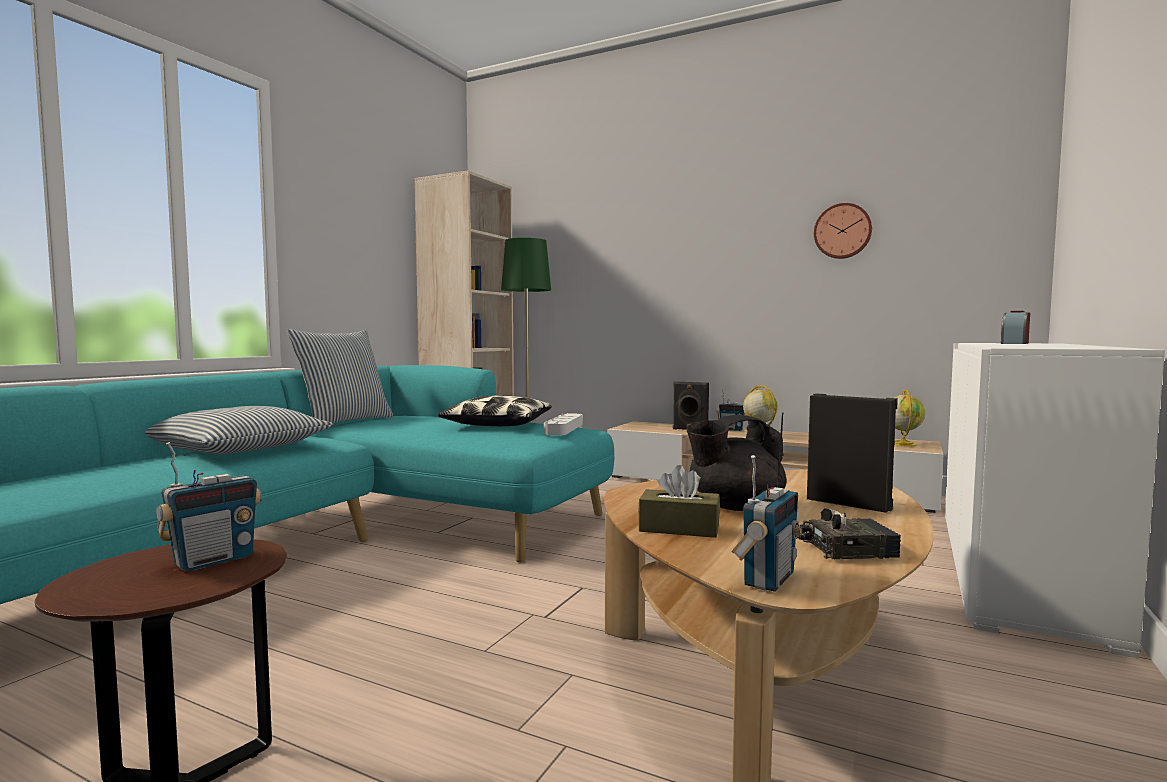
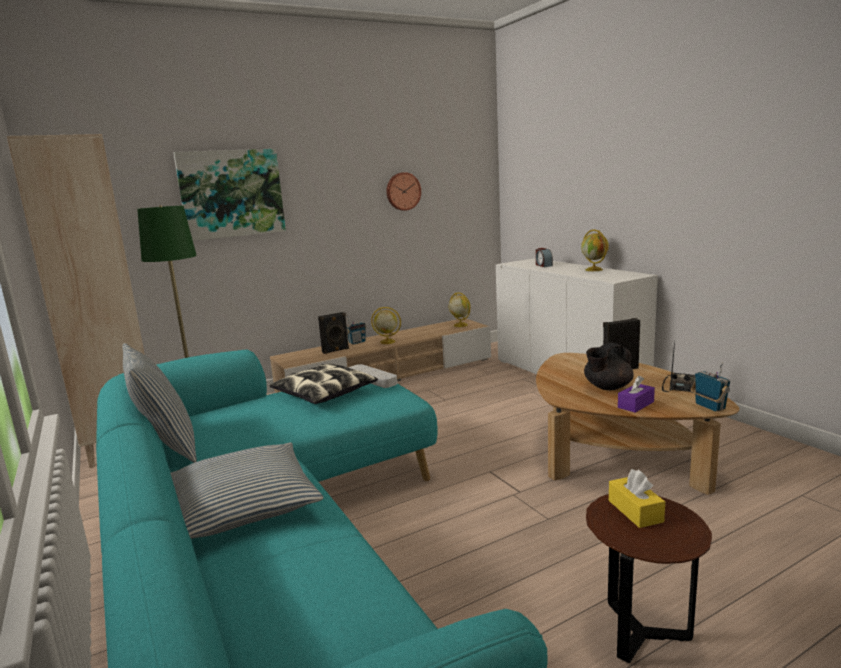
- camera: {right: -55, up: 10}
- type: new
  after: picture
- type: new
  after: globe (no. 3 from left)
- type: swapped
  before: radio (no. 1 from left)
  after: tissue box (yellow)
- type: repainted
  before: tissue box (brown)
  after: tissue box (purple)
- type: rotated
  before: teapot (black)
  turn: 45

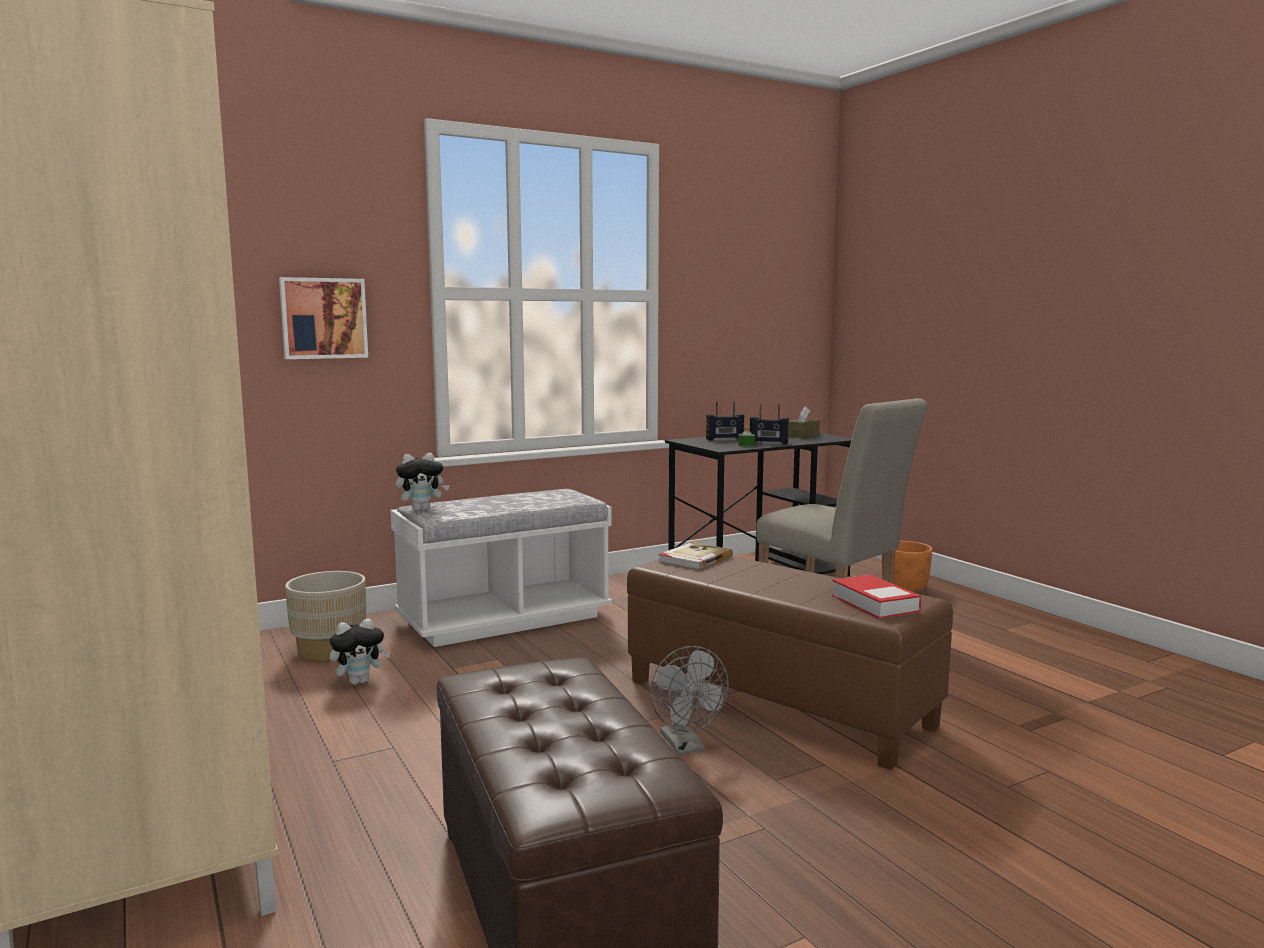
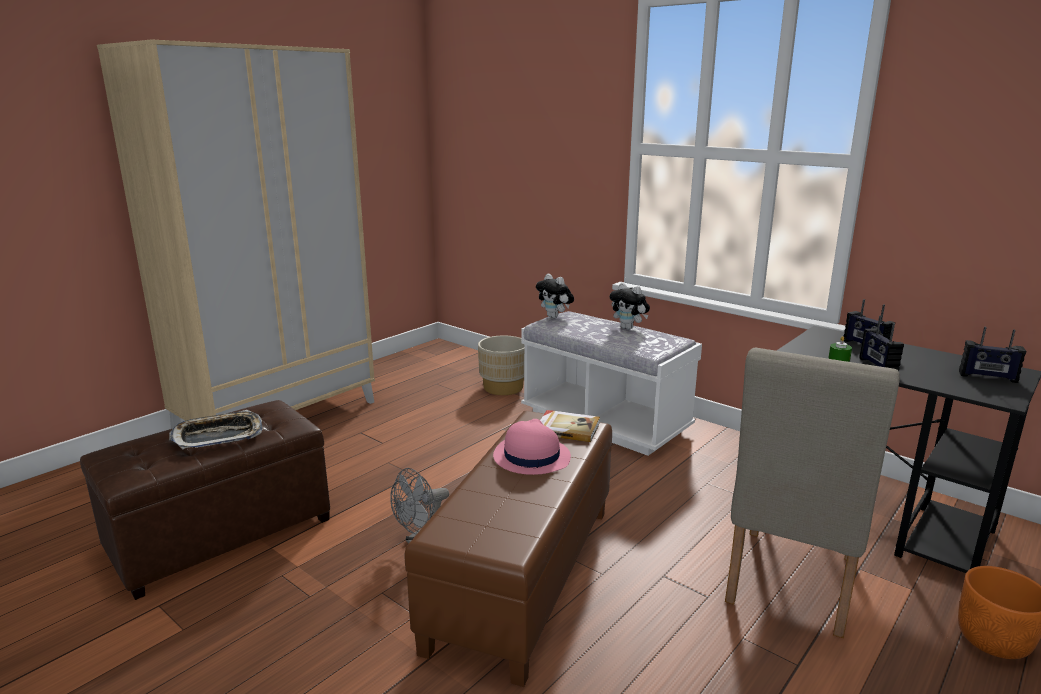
- camera: {right: 70, up: 10}
- type: gone
  before: picture
- type: gone
  before: book (no. 2 from left)
- type: new
  after: tray
- type: new
  after: hat (pink)
- type: shifted
  before: plush toy (no. 1 from left in the first image)
  after: plush toy (no. 2 from left)
- type: swapped
  before: tissue box (brown)
  after: radio (no. 3 from left)

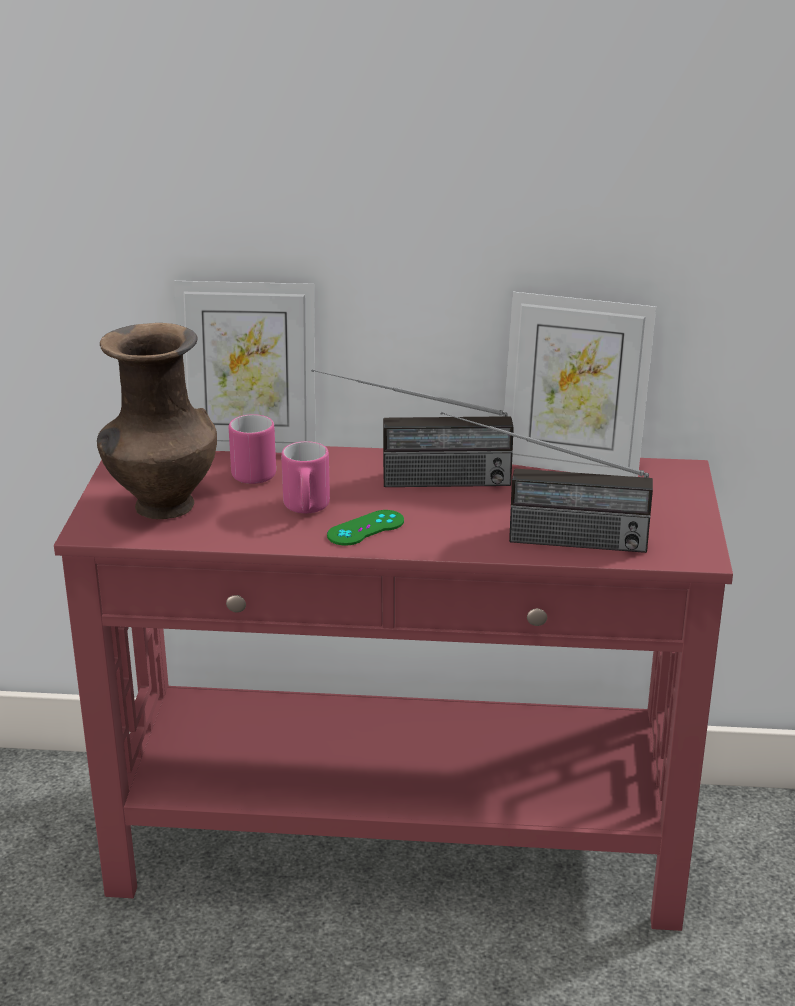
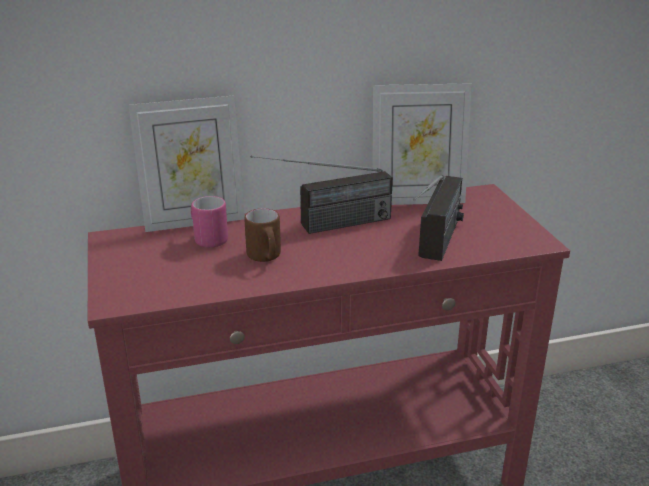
- camera: {right: -20, up: 0}
- type: gone
  before: vase (brown)
- type: gone
  before: game controller (green)
- type: repainted
  before: mug (pink) (no. 2 from left)
  after: mug (brown)
- type: rotated
  before: radio (no. 2 from left)
  turn: -60

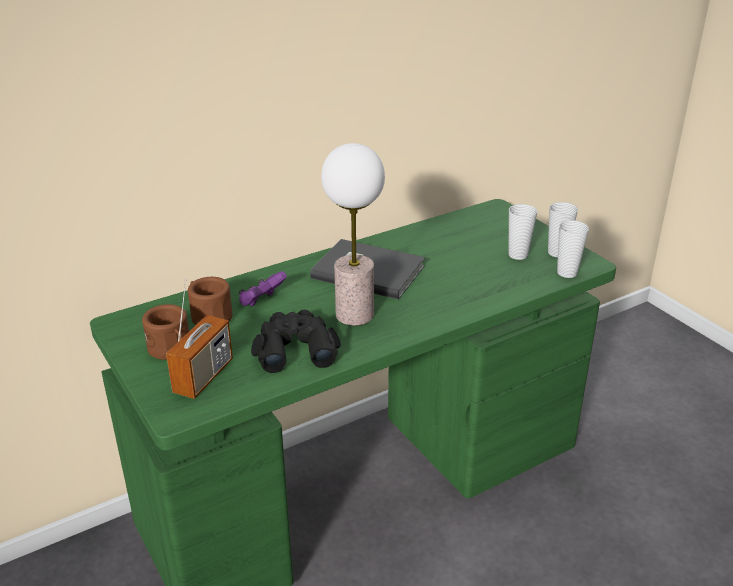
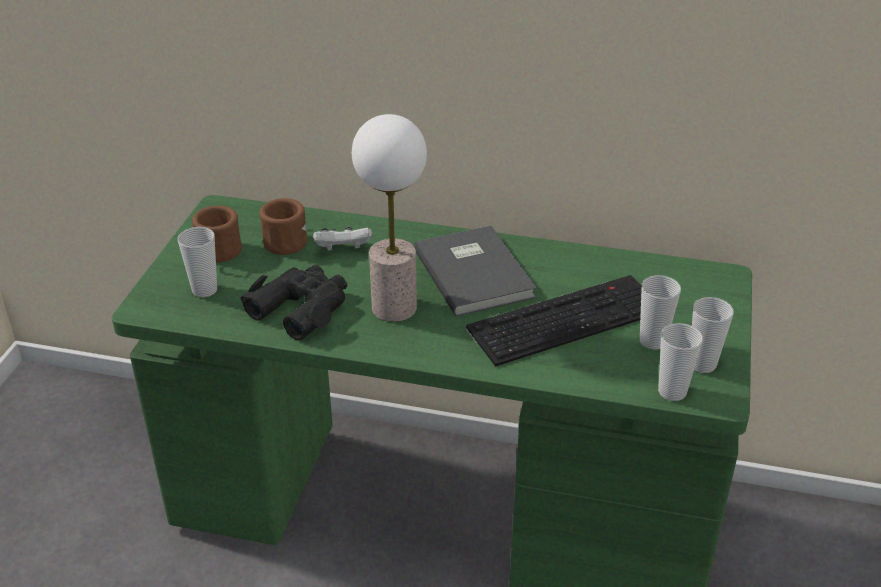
- camera: {right: 45, up: 5}
- type: new
  after: keyboard
- type: swapped
  before: radio
  after: cup (no. 1 from left)
- type: repainted
  before: game controller (purple)
  after: game controller (white)

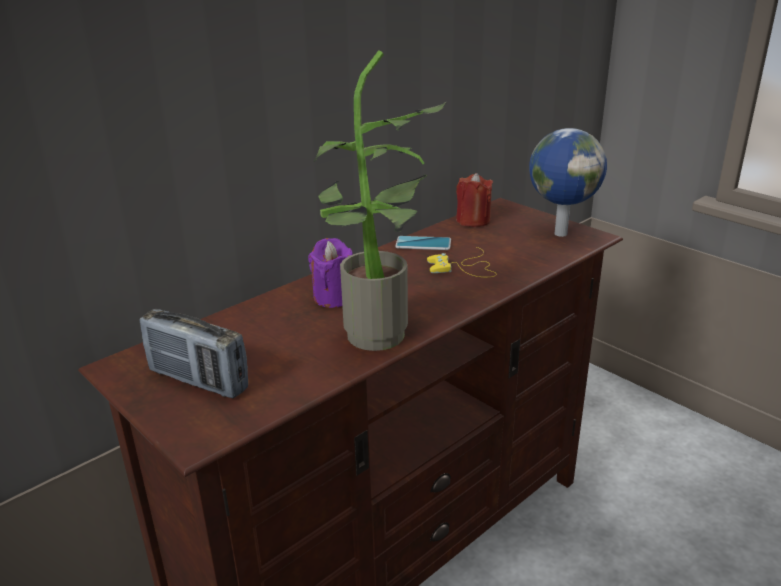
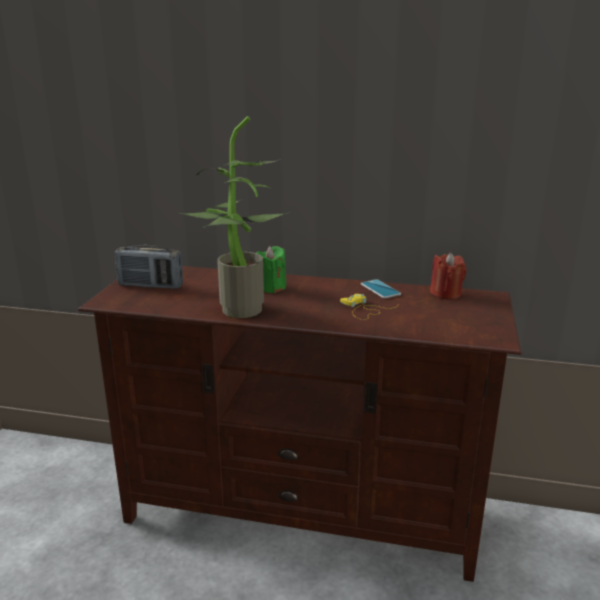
- camera: {right: 55, up: -5}
- type: gone
  before: globe
- type: repainted
  before: candle (purple)
  after: candle (green)
- type: rotated
  before: radio
  turn: -75

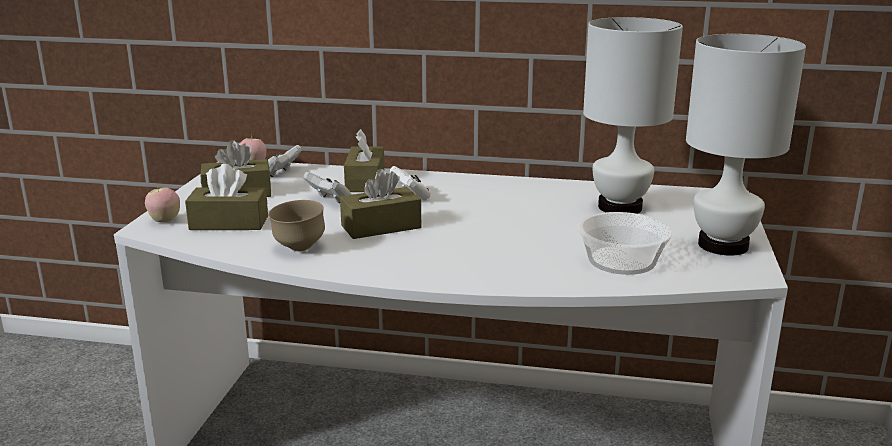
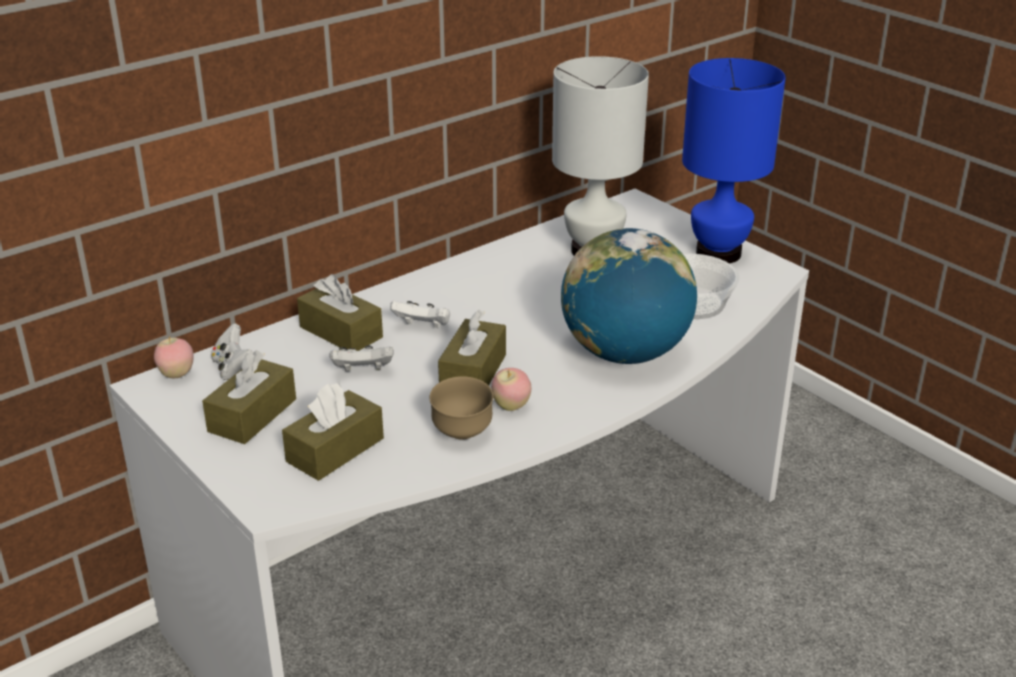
- camera: {right: -50, up: 10}
- type: new
  after: globe
- type: shifted
  before: apple (no. 1 from left in the first image)
  after: apple (no. 2 from left)
- type: repainted
  before: table lamp (white) (no. 2 from left)
  after: table lamp (blue)

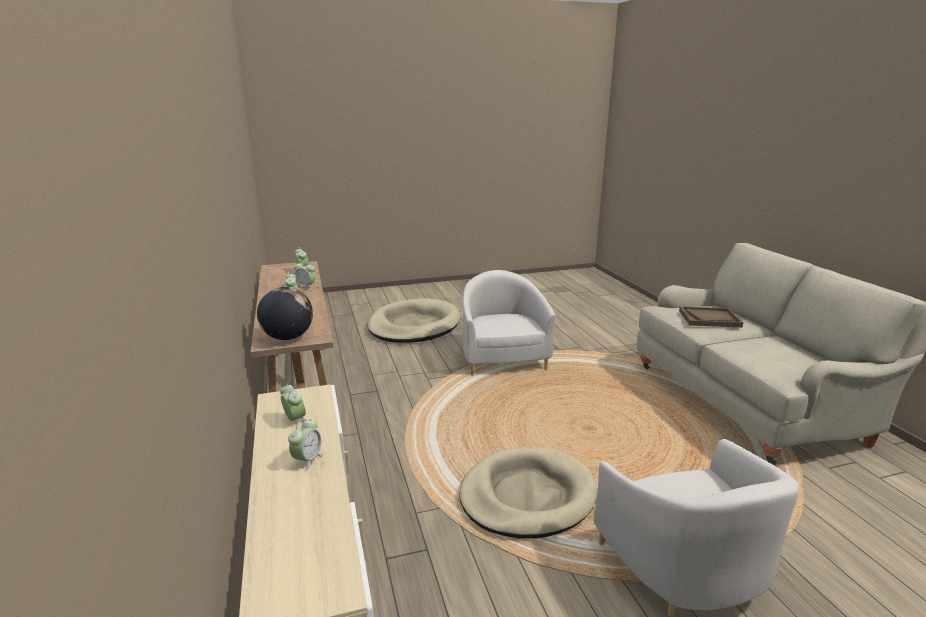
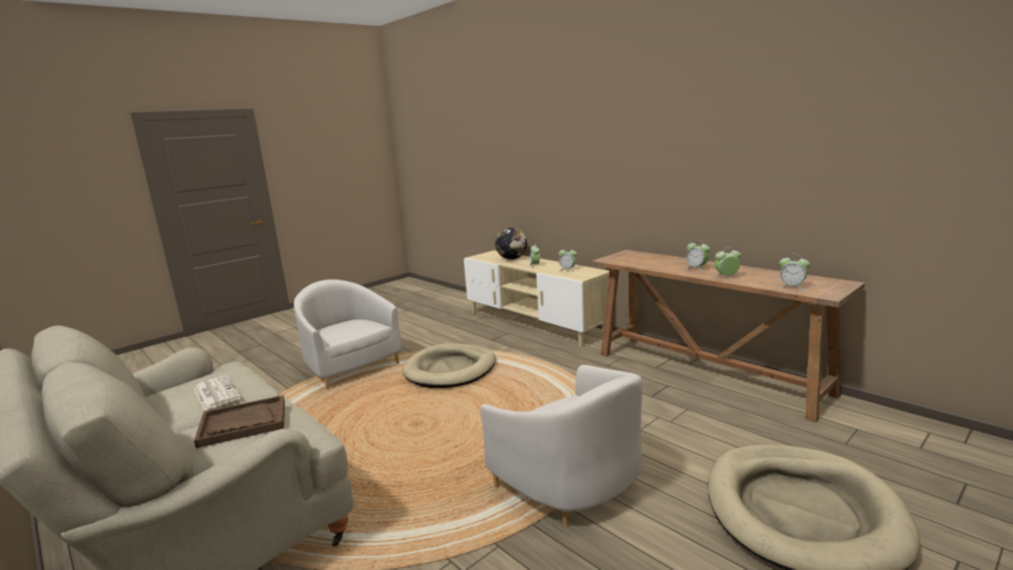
- camera: {right: 155, up: -5}
- type: new
  after: newspaper
- type: shifted
  before: globe

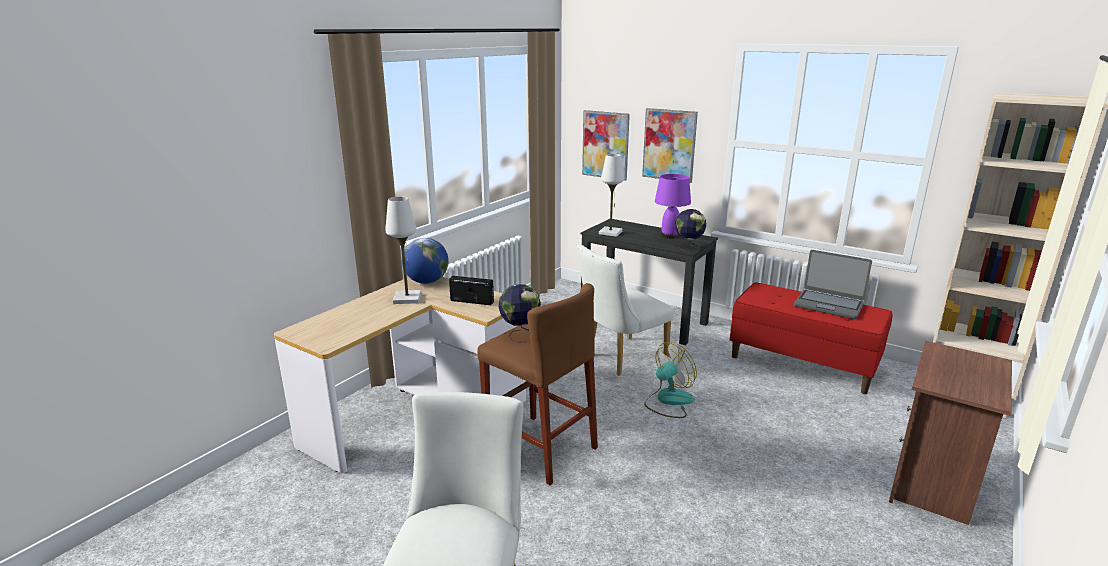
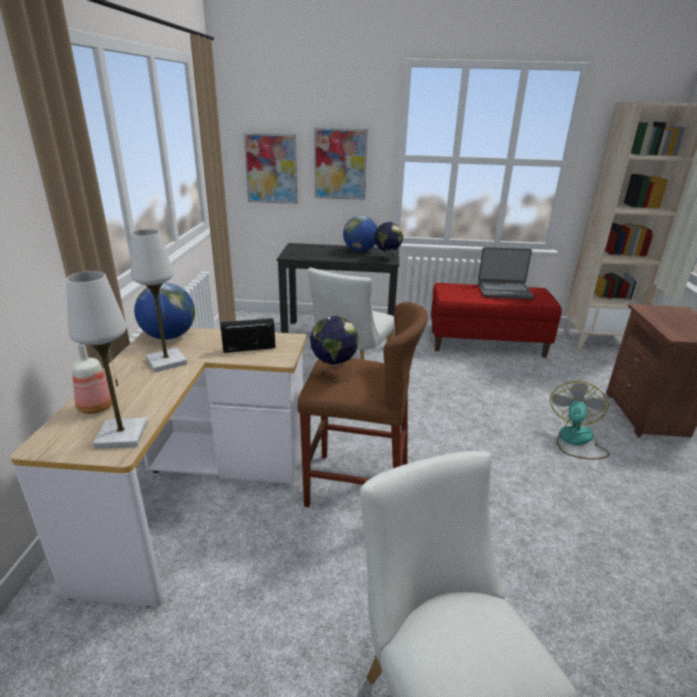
- camera: {right: -30, up: 5}
- type: new
  after: bottle
- type: shifted
  before: table lamp (white) (no. 2 from left in the first image)
  after: table lamp (white) (no. 1 from left)
- type: shifted
  before: fan
- type: swapped
  before: table lamp (purple)
  after: globe (no. 3 from left)

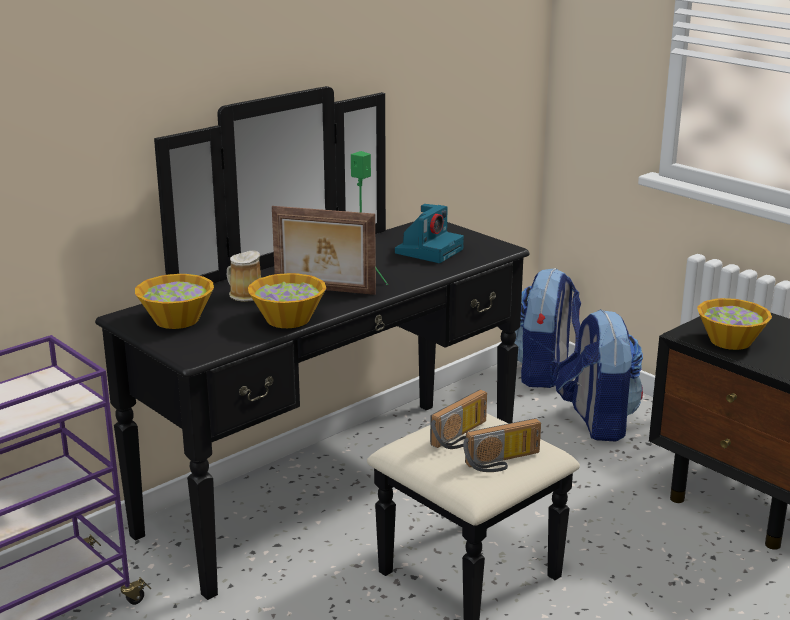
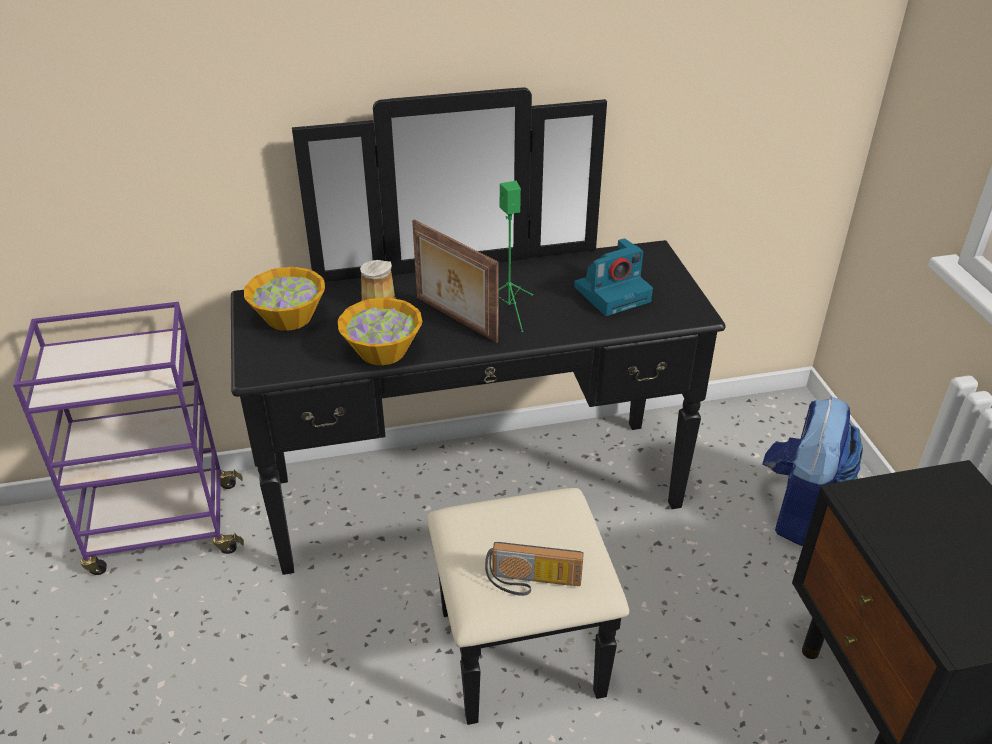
- camera: {right: 30, up: 15}
- type: gone
  before: radio (no. 1 from left)
- type: gone
  before: backpack (no. 1 from left)
- type: gone
  before: bowl (no. 3 from left)

